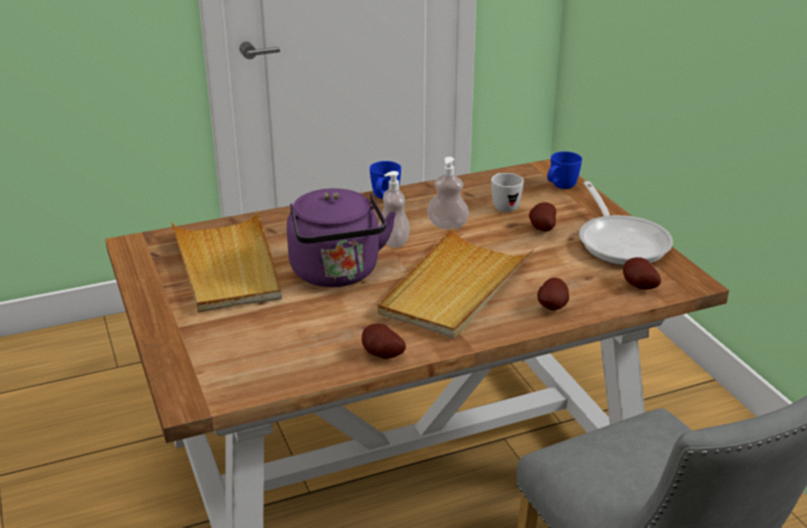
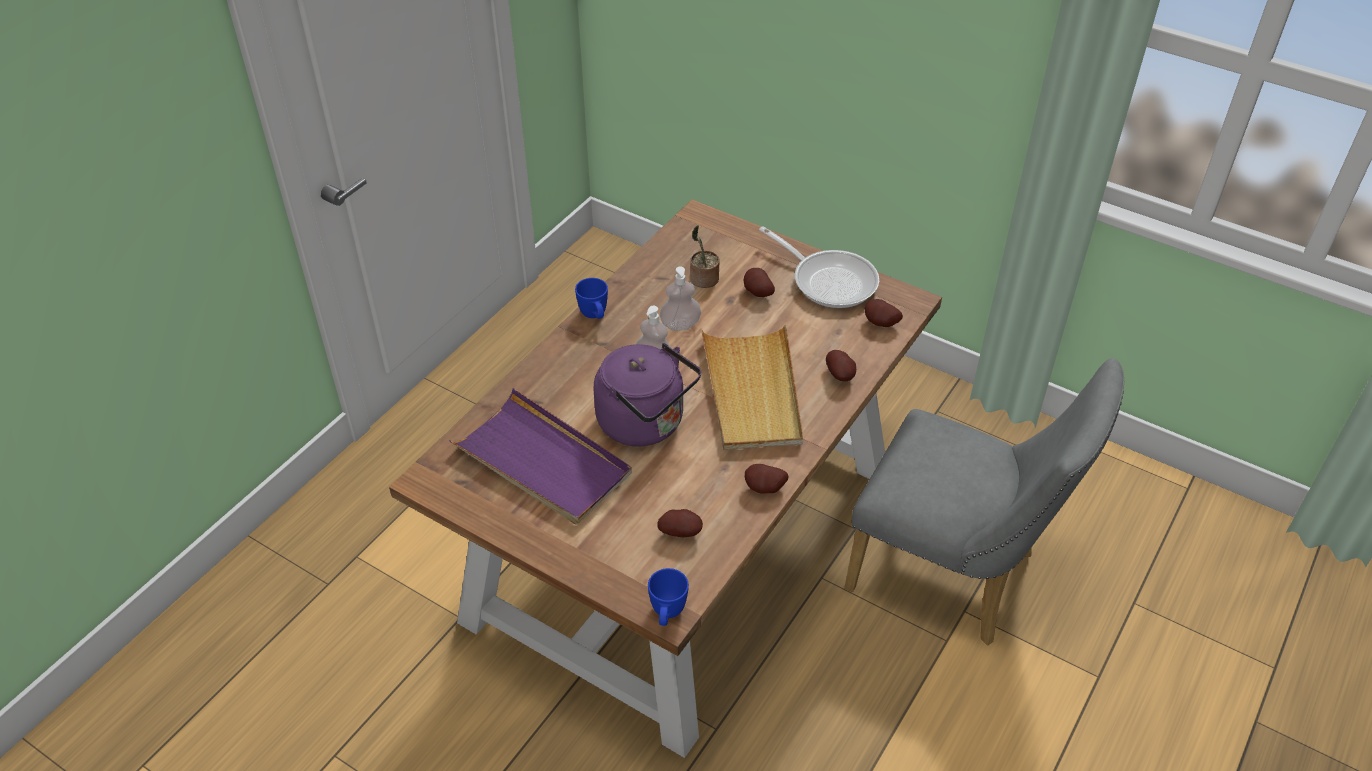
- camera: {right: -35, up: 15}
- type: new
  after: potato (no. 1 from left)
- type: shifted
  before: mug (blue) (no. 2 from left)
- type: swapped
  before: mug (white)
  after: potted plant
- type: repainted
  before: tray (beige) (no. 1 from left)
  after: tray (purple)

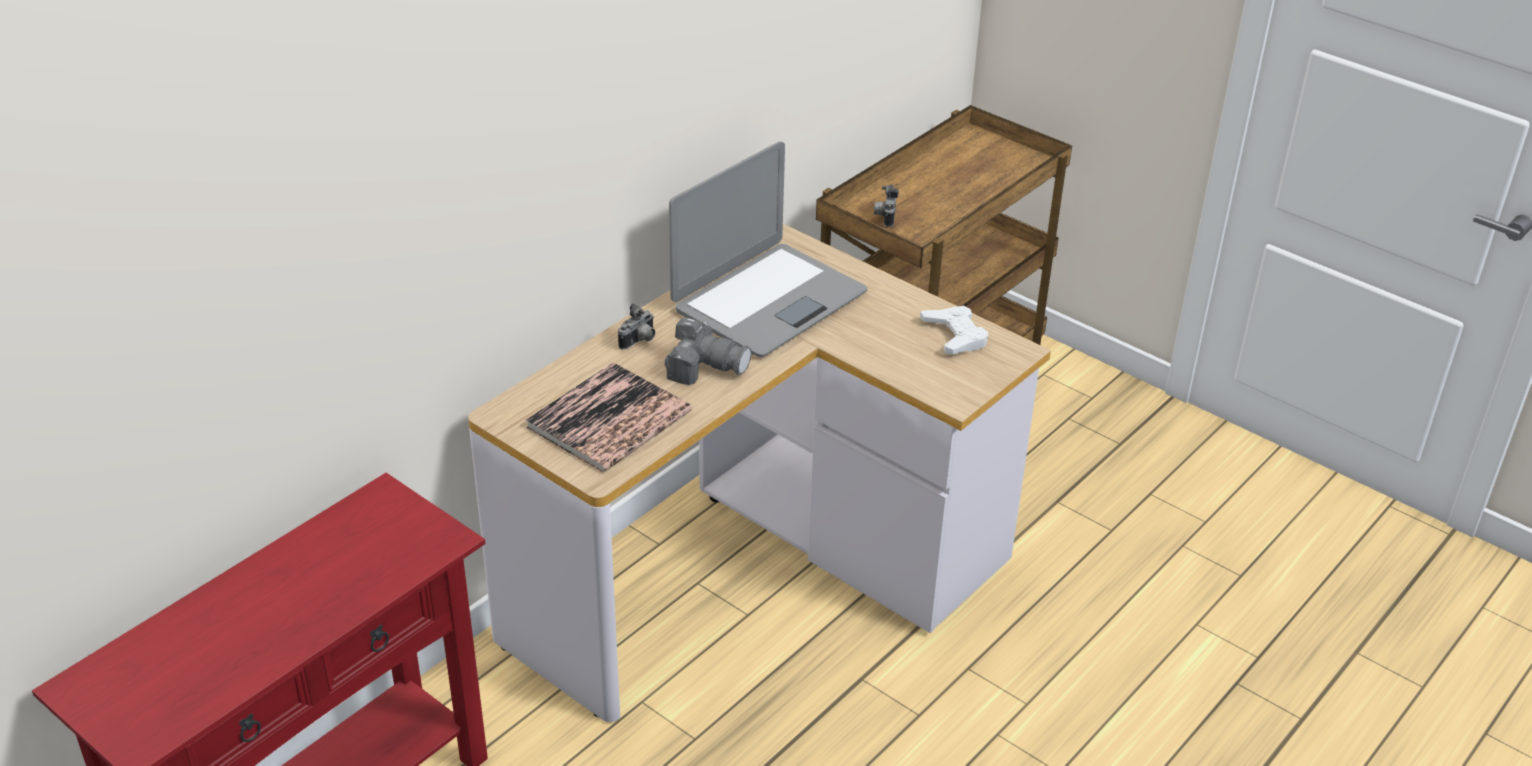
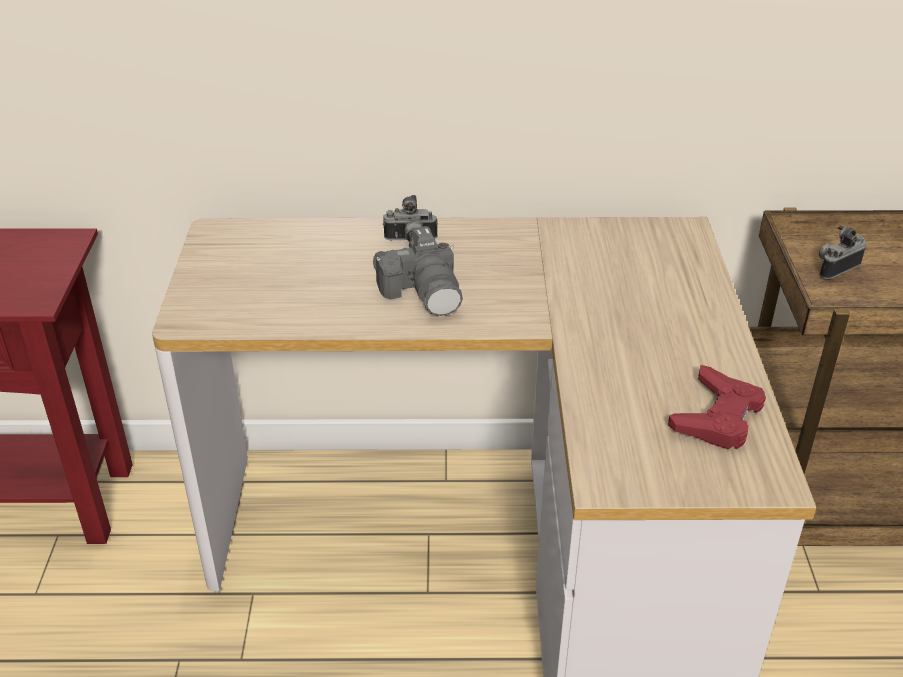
- camera: {right: 50, up: 0}
- type: gone
  before: book
- type: gone
  before: laptop
- type: repainted
  before: game controller (white)
  after: game controller (red)

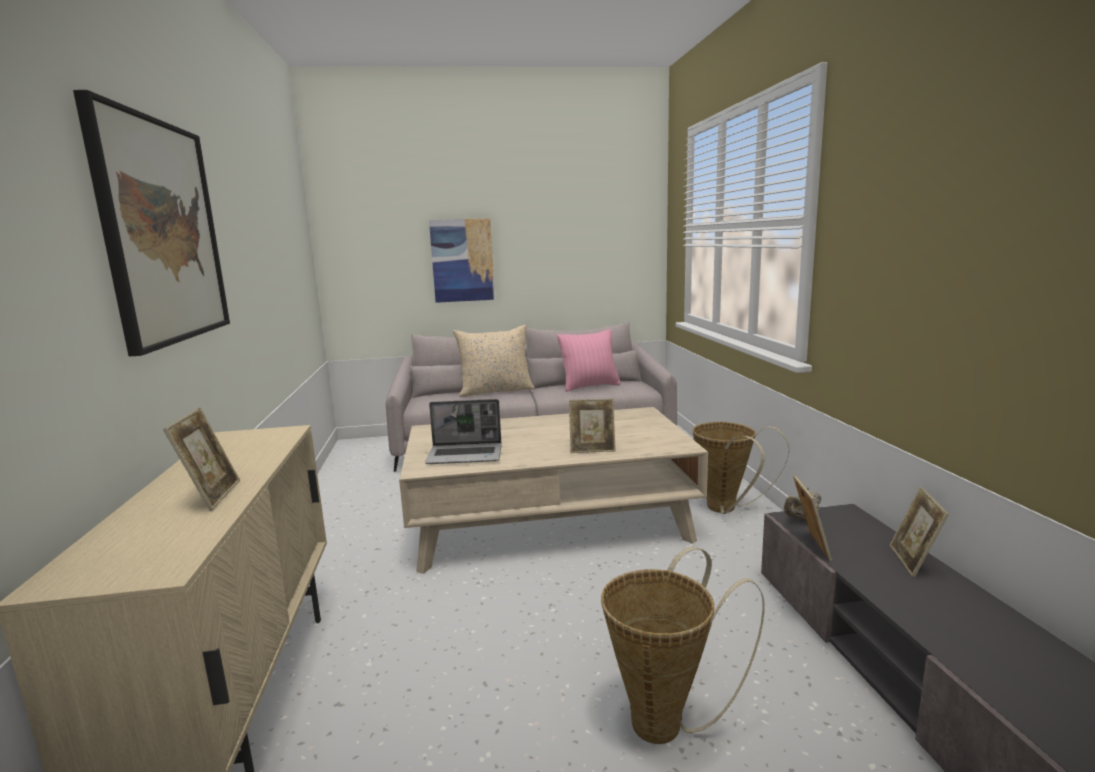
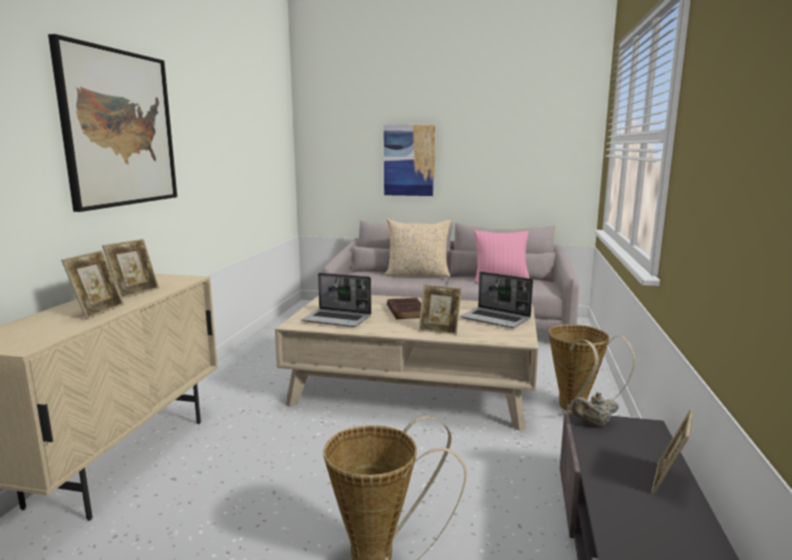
- camera: {right: 20, up: 0}
- type: new
  after: book (brown)
- type: new
  after: laptop (no. 2 from left)
- type: shifted
  before: picture frame (no. 3 from left in the first image)
  after: picture frame (no. 2 from left)

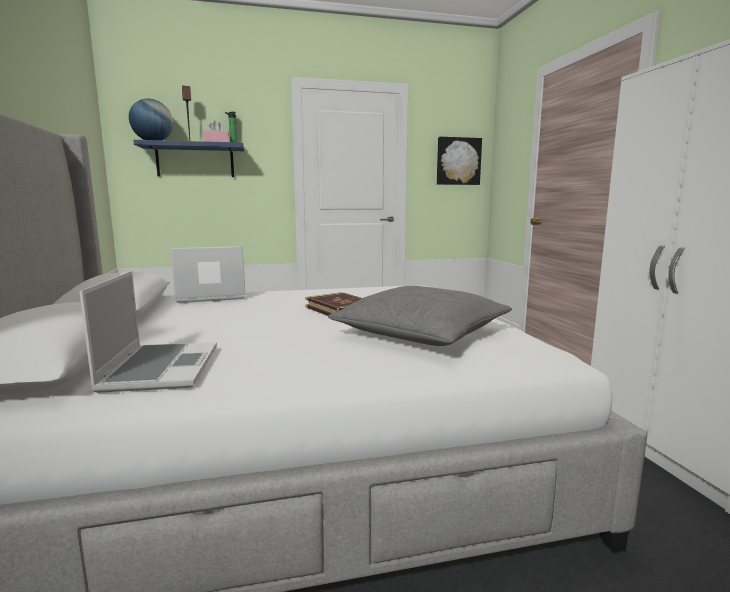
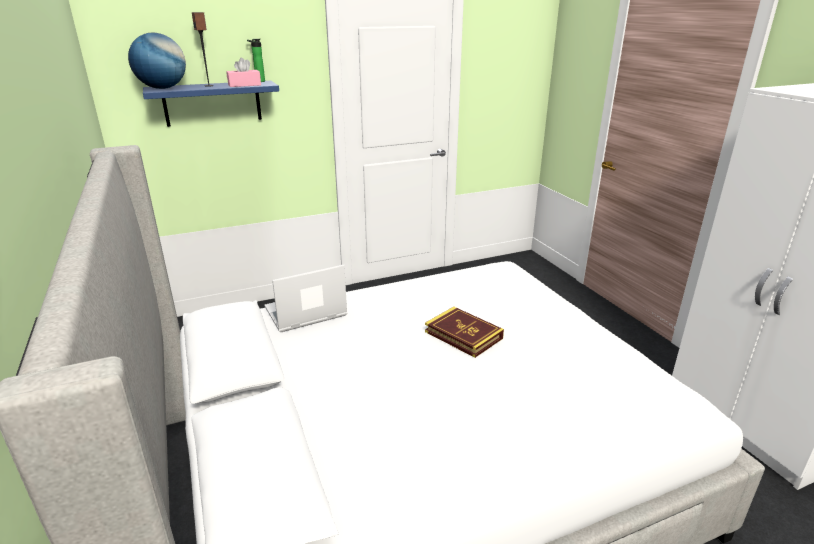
- camera: {right: -10, up: 15}
- type: gone
  before: laptop (no. 1 from left)
- type: gone
  before: pillow (grey)
- type: gone
  before: picture

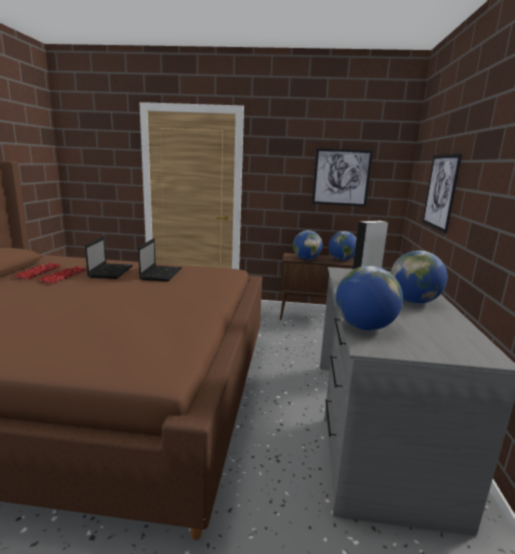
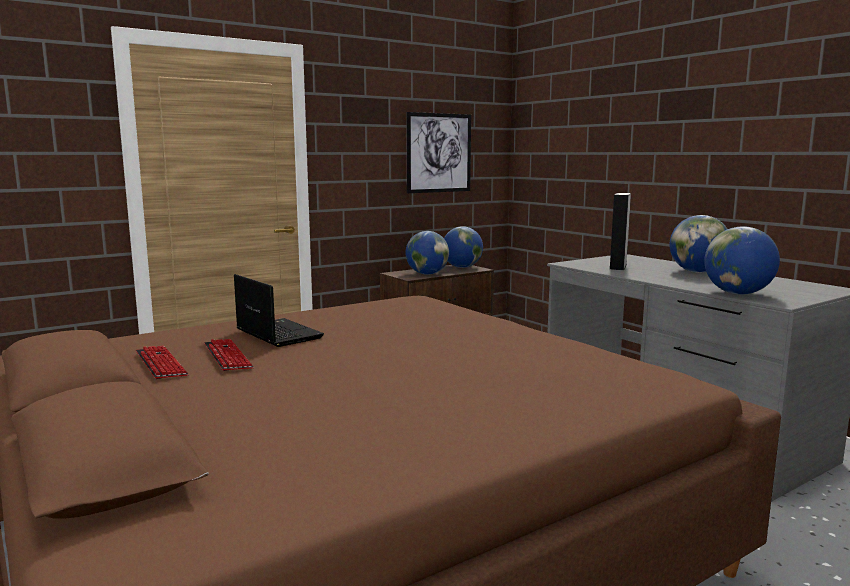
- camera: {right: -40, up: -5}
- type: gone
  before: laptop (no. 2 from left)
- type: gone
  before: picture (no. 2 from left)

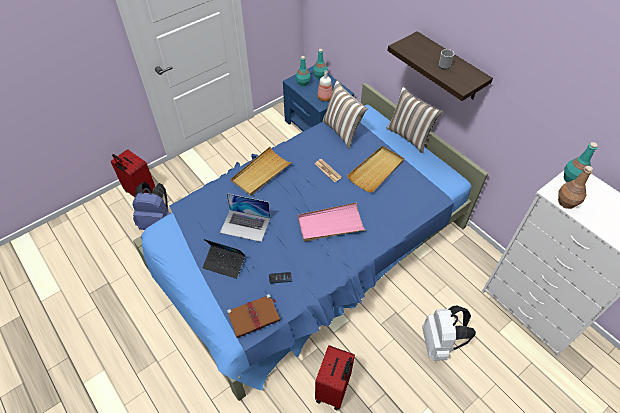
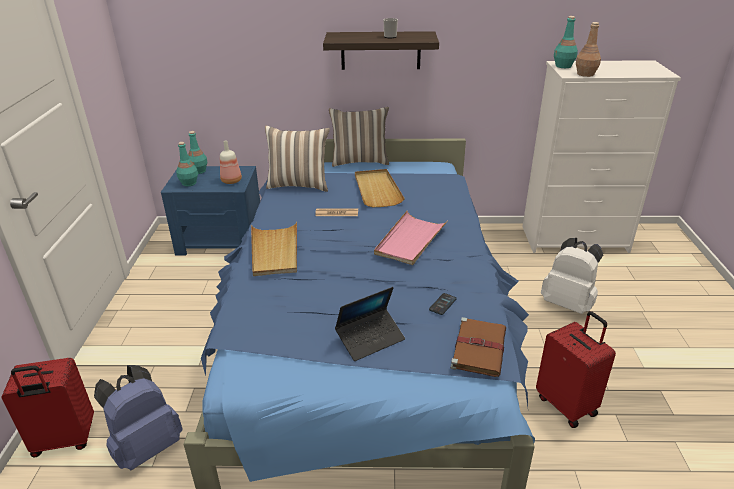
- camera: {right: -50, up: -20}
- type: gone
  before: laptop (no. 2 from left)

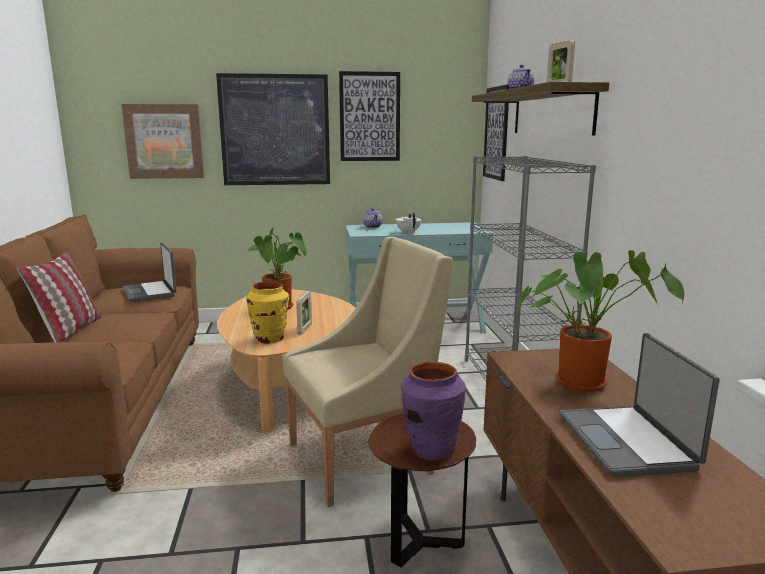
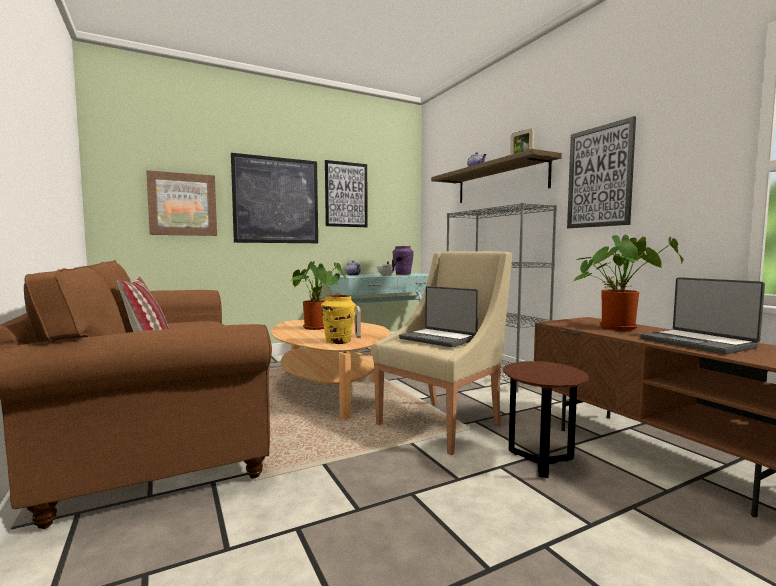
- camera: {right: -20, up: -10}
- type: shifted
  before: laptop (no. 1 from left)
- type: shifted
  before: vase (purple)
- type: shifted
  before: picture (no. 4 from left)

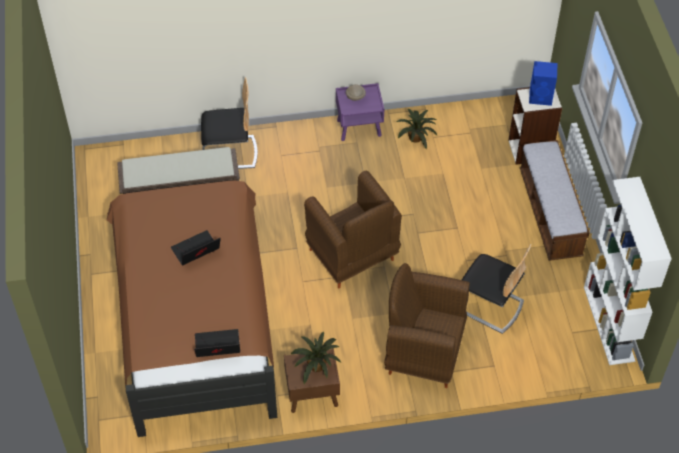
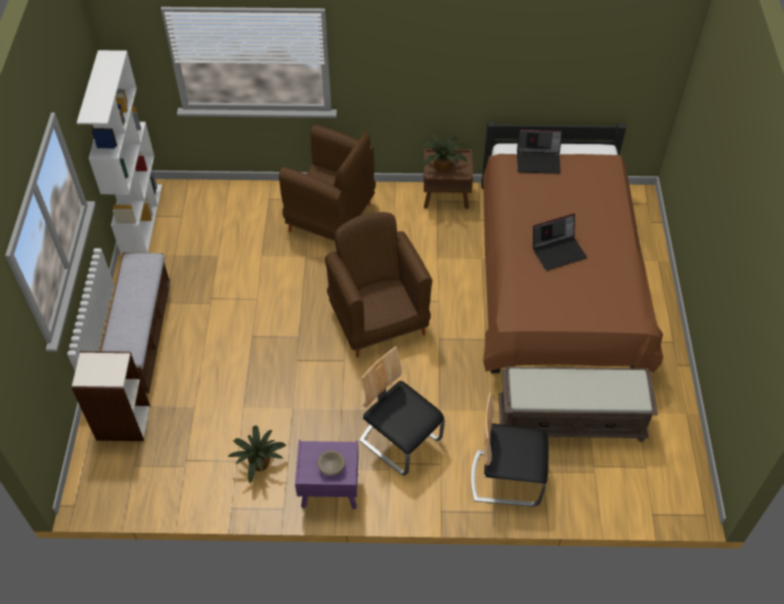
- camera: {right: -170, up: 0}
- type: gone
  before: speaker (blue)
- type: shifted
  before: chair (no. 2 from left in the first image)
  after: chair (no. 1 from left)

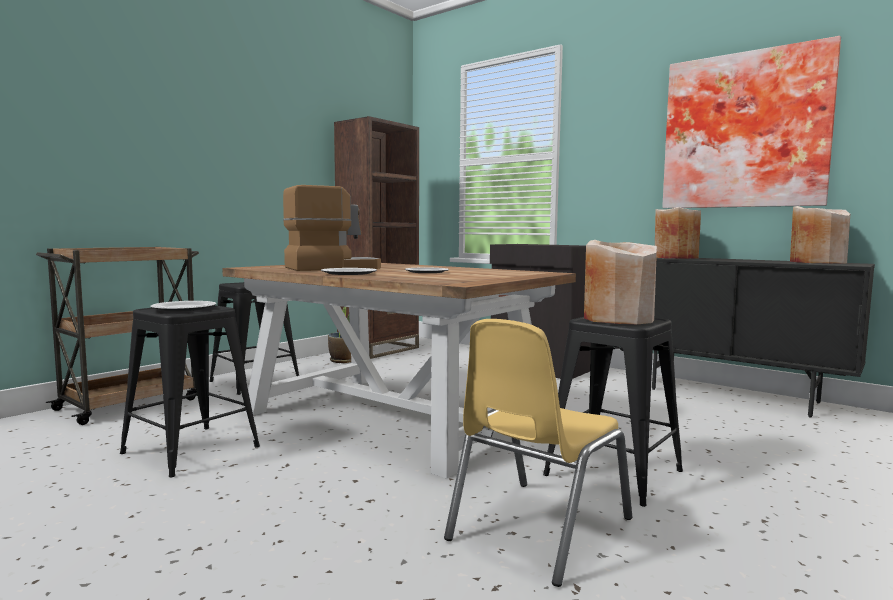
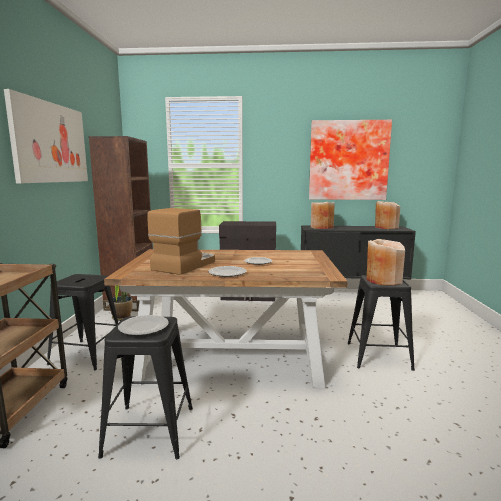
- camera: {right: -35, up: 5}
- type: gone
  before: chair (yellow)
- type: new
  after: picture (no. 1 from left)

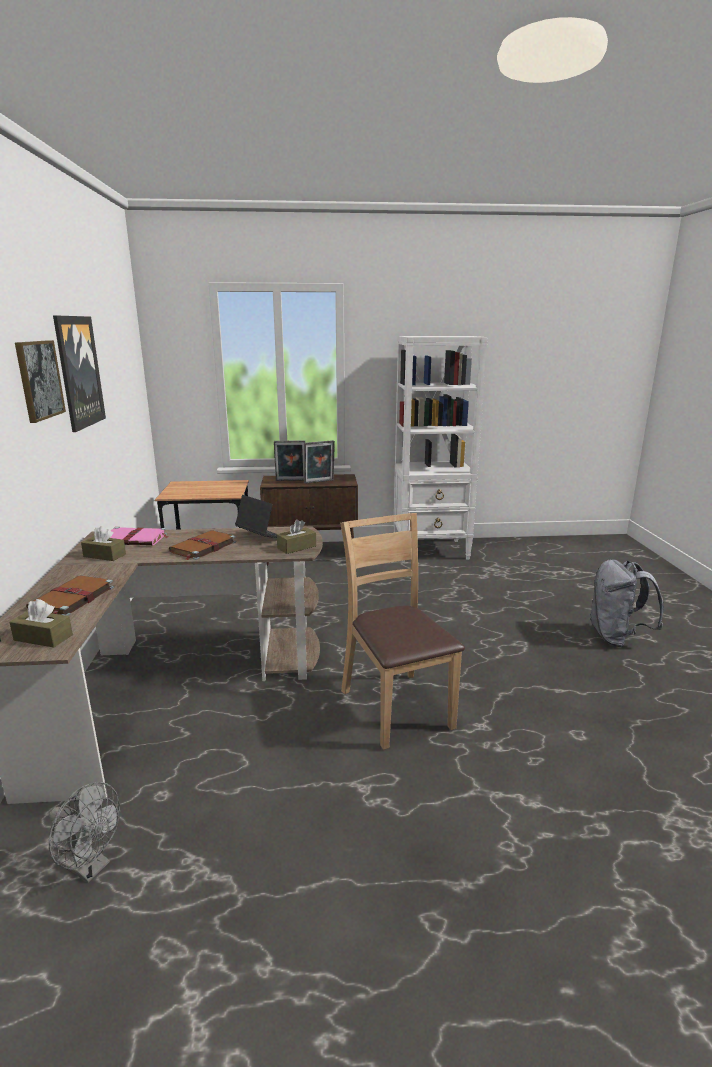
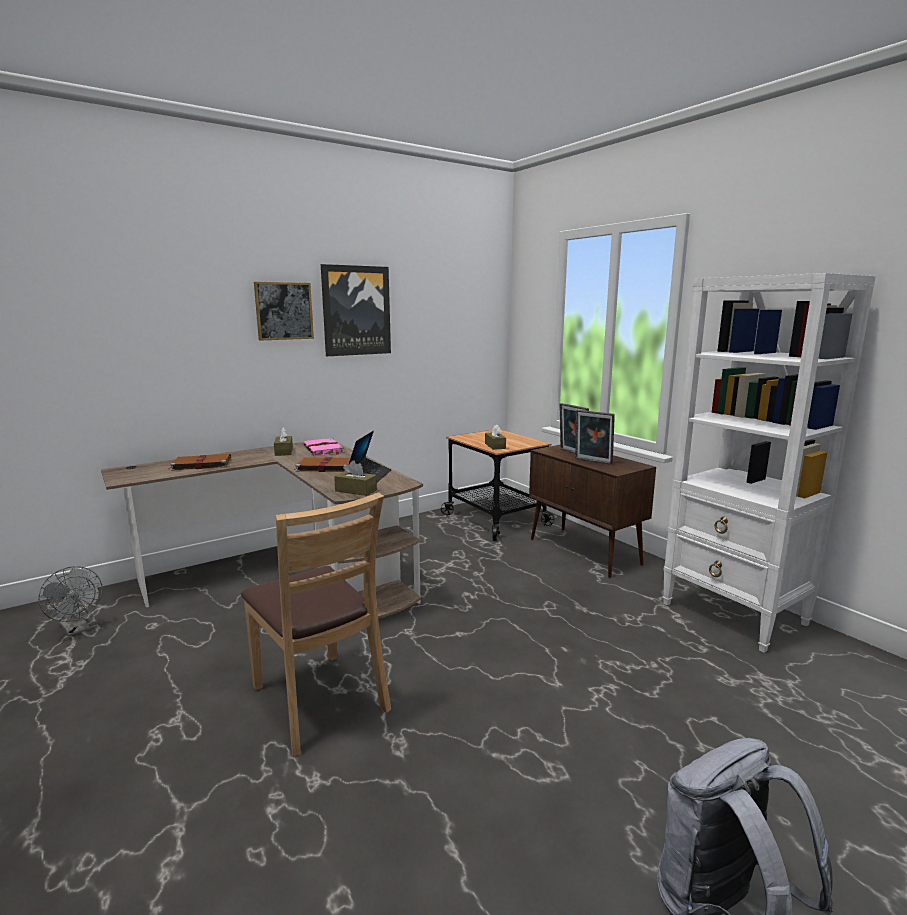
- camera: {right: 60, up: -5}
- type: shifted
  before: tissue box (brown) (no. 1 from left in the first image)
  after: tissue box (brown) (no. 3 from left)
- type: rotated
  before: fan (grey)
  turn: -45
- type: rotated
  before: chair (brown)
  turn: 105

